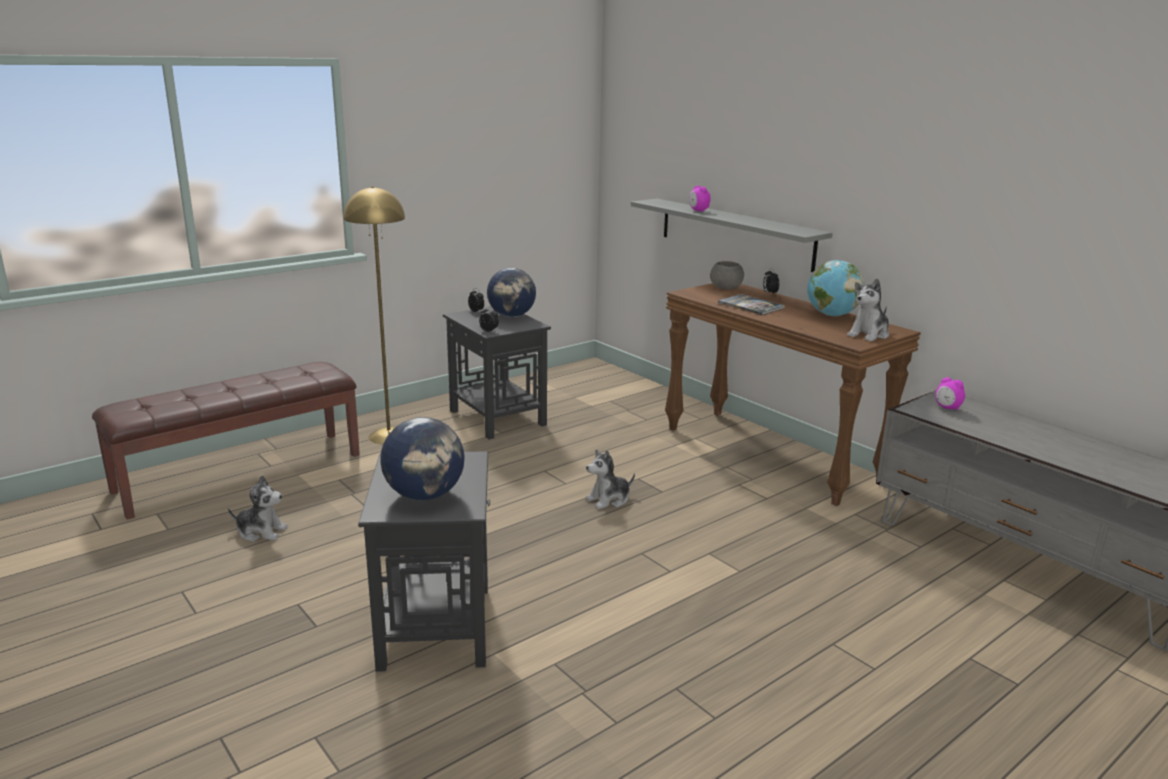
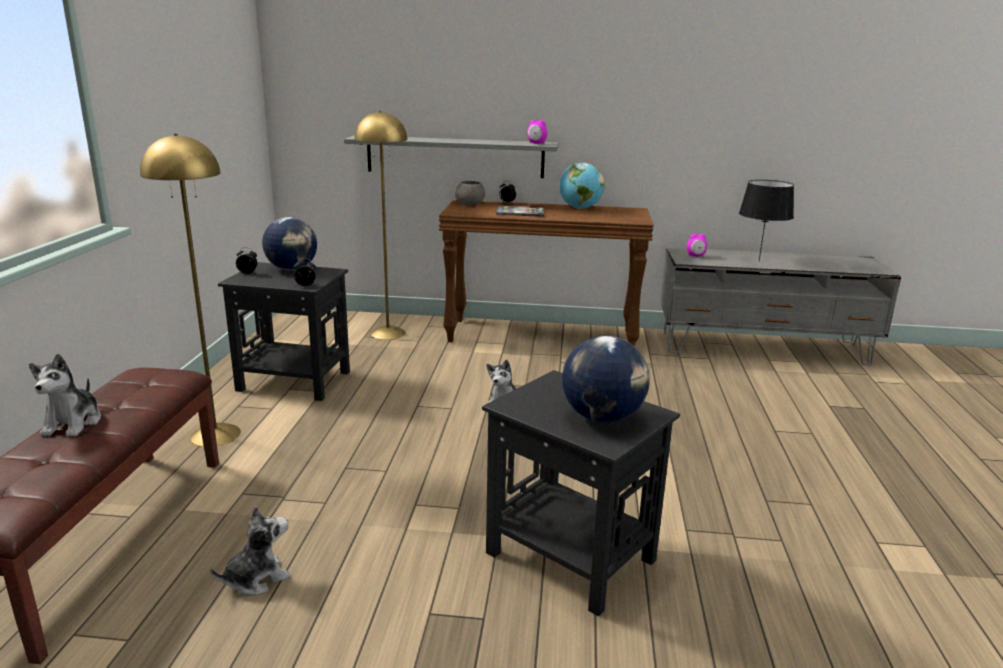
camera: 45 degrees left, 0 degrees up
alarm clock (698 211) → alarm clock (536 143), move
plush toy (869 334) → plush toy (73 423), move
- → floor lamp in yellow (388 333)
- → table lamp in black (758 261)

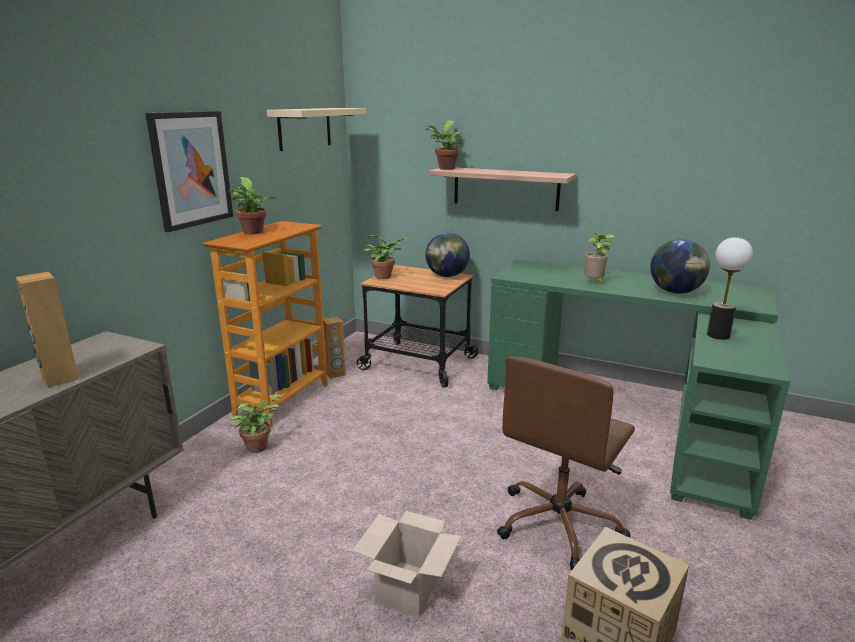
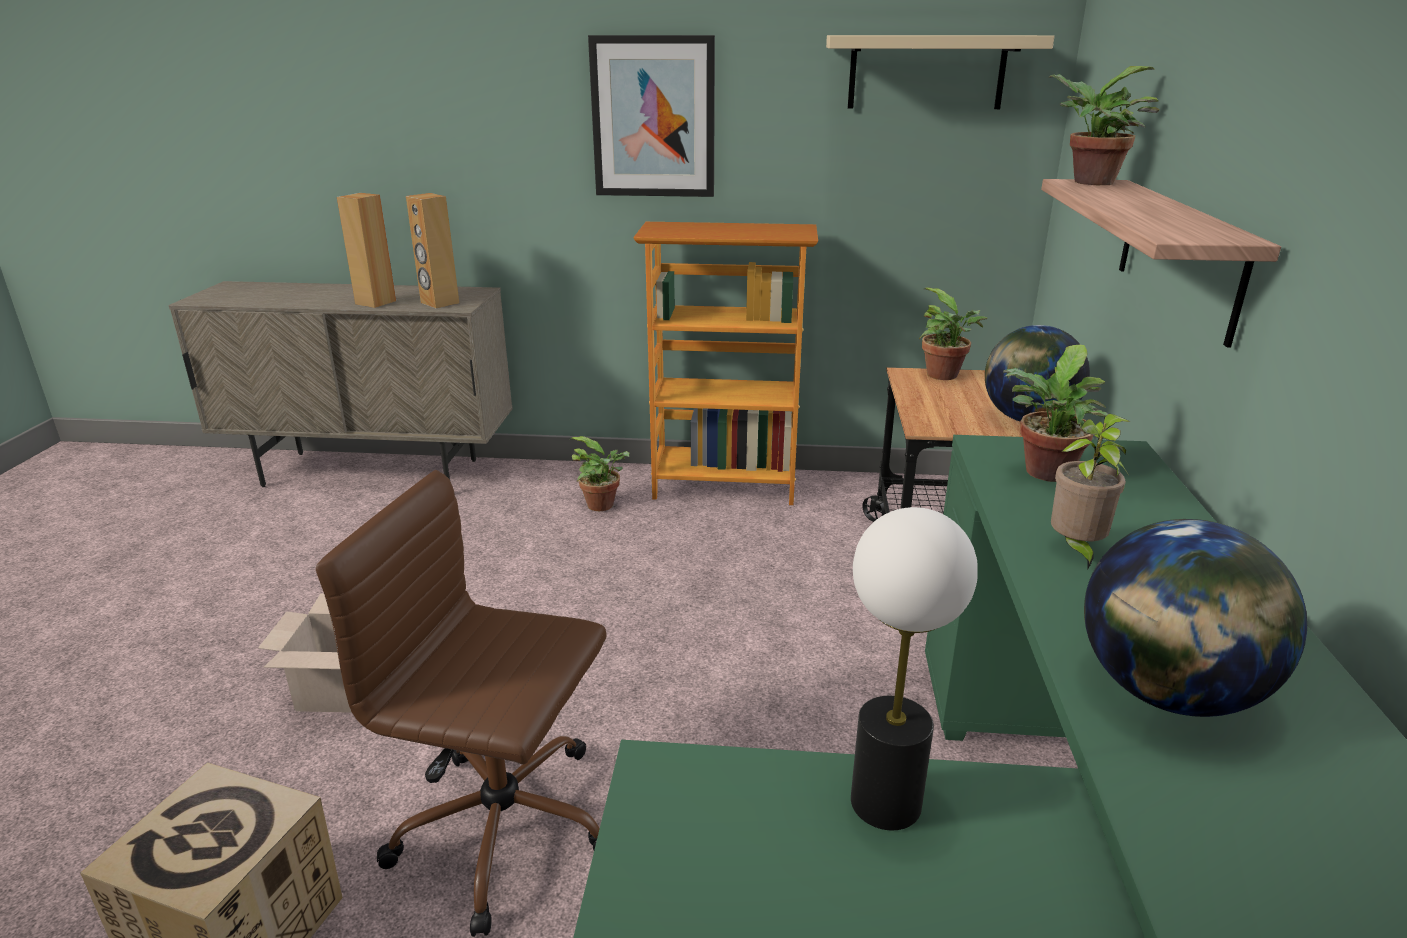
camera: 70 degrees right, 5 degrees up
potted plant (253 233) → potted plant (1045 474), move
speaker in brown (335 374) → speaker in brown (439 303), move

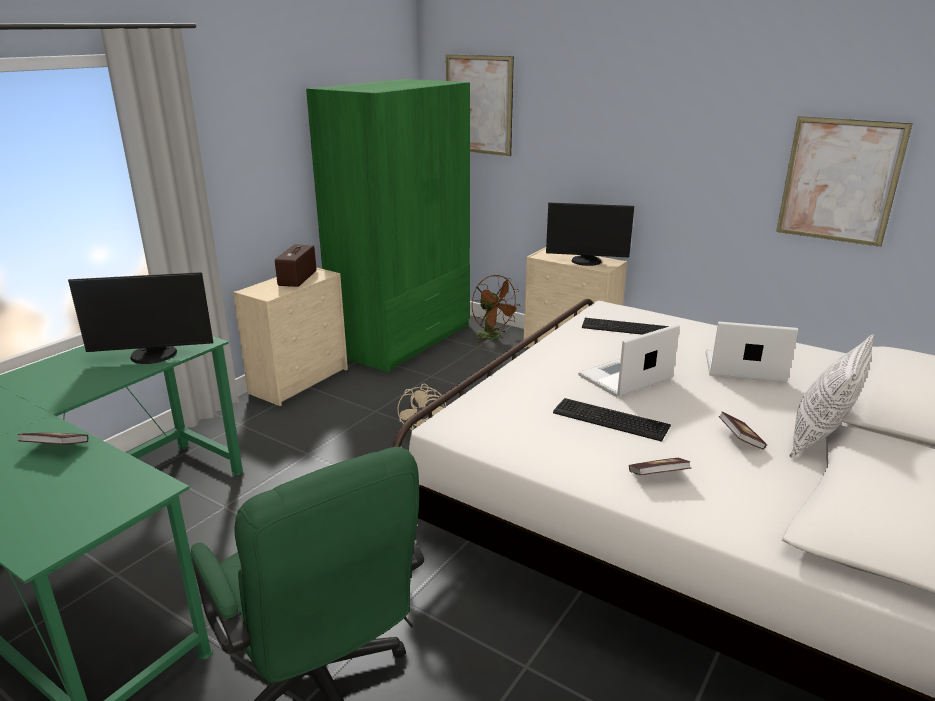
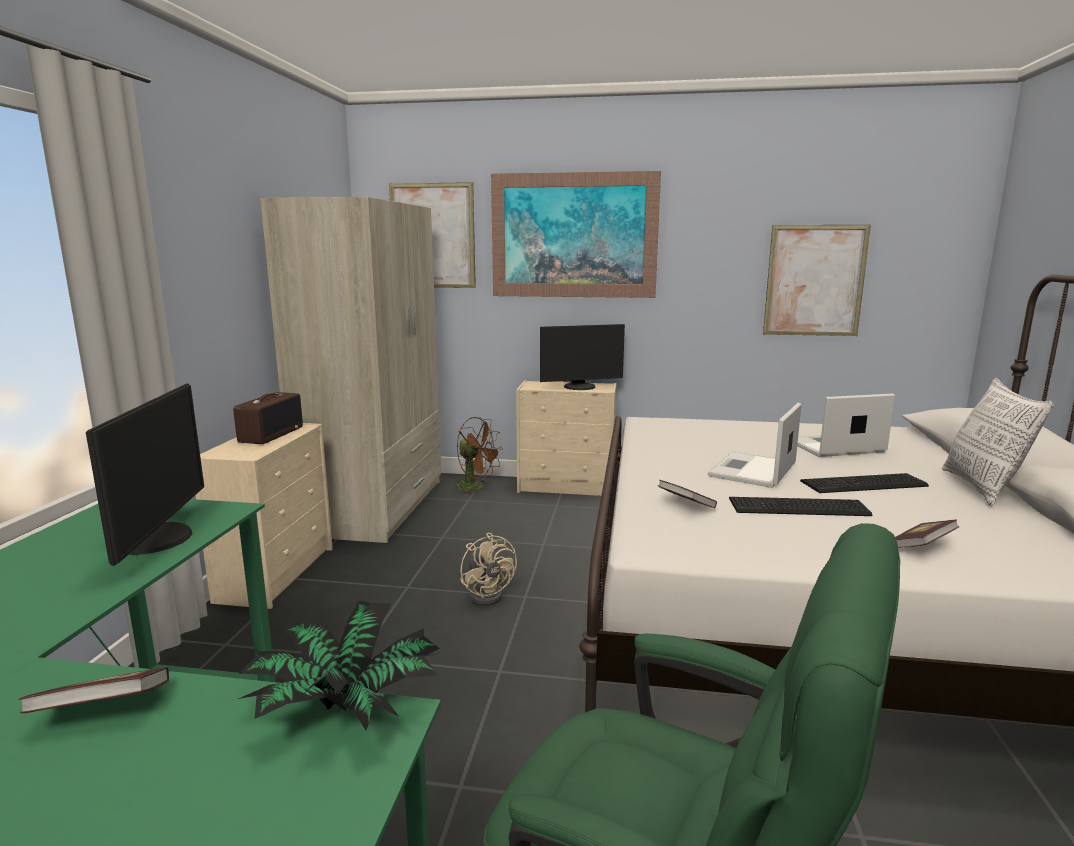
camera: 25 degrees left, 10 degrees down
wardrobe in green (404 339) → wardrobe in beige (376 506)
radio (298 278) → radio (271 434), 150 degrees counterclockwise
monitor (153 355) → monitor (157 539), 60 degrees counterclockwise
keyboard (627 328) → keyboard (866 484), move
book (740 439) → book (686 505), move
- → picture (573 236)
- → potted plant (346 706)

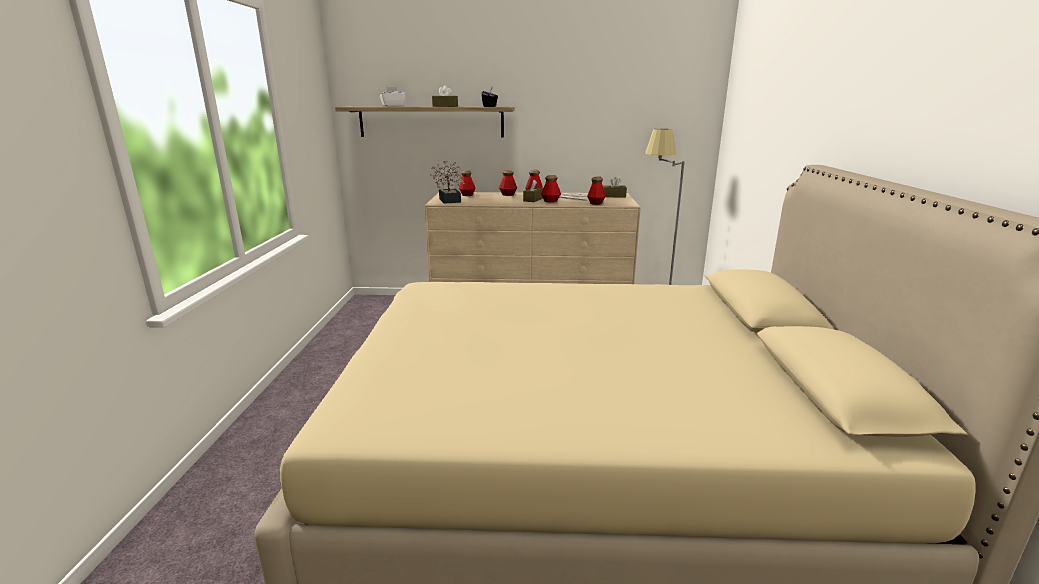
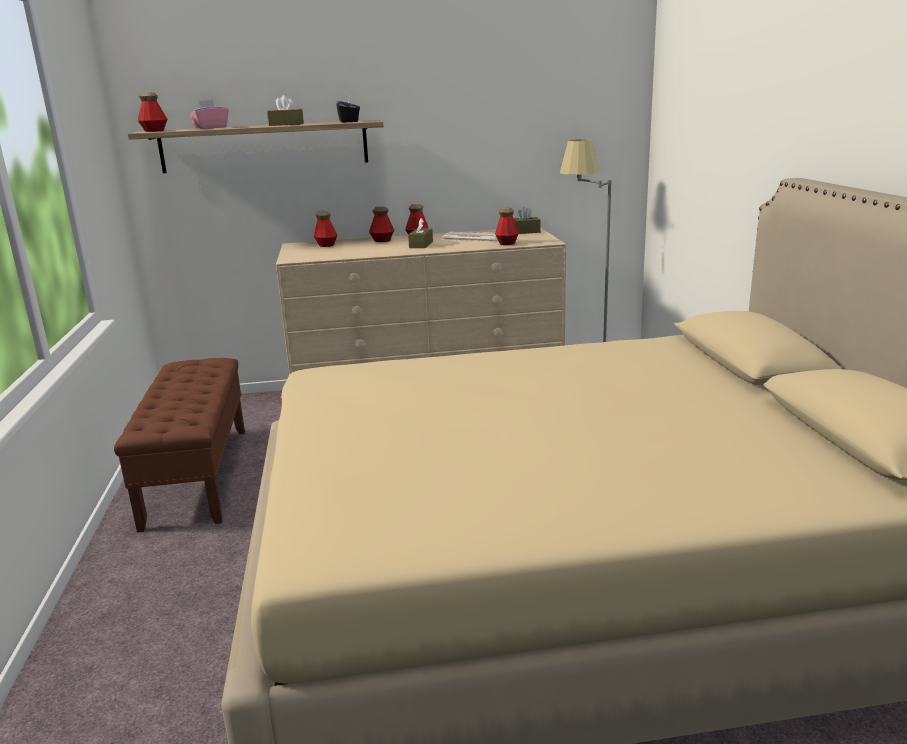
camera: 10 degrees left, 0 degrees up
tissue box in white (393 106) → tissue box in pink (210 128)
potted plant (449 200) → -
bottle (550 201) → bottle (154 131), move
- → bench in brown (197 475)

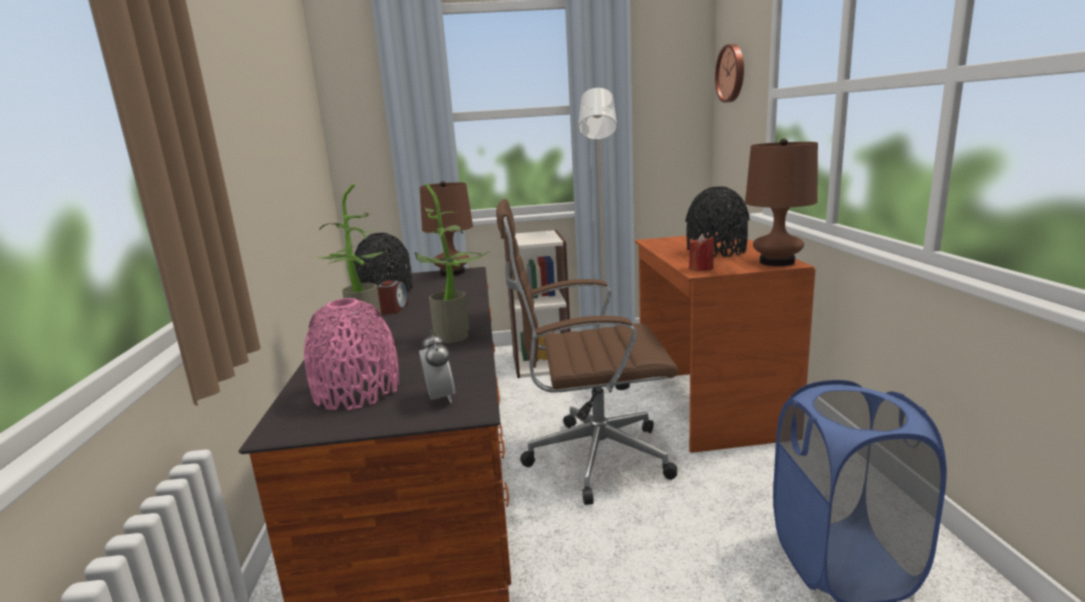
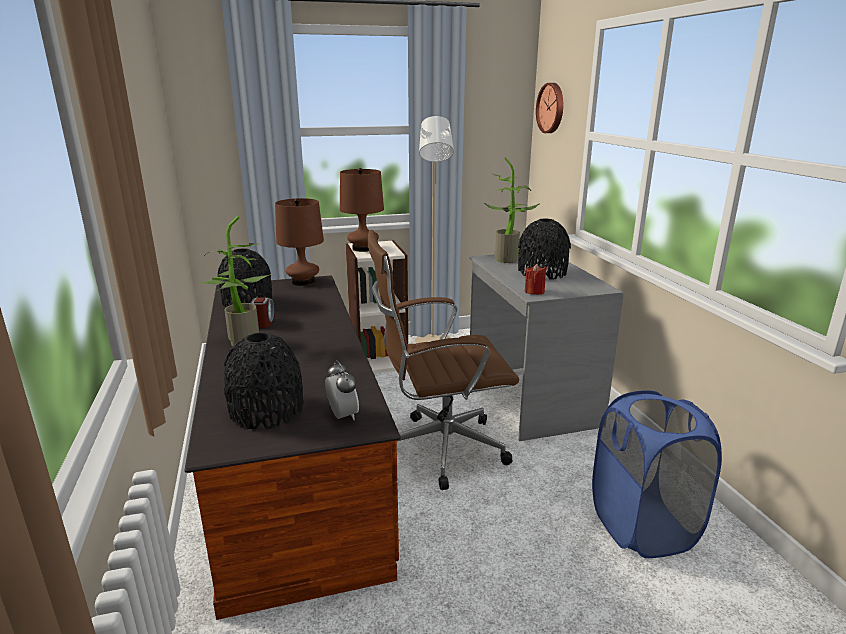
camera: 10 degrees left, 5 degrees up
table lamp in brown (777 262) → table lamp in brown (363 248), move
potted plant (457 336) → potted plant (509 259), move
desk in brown (709 405) → desk in grey (529 398)
vase in pink (357 391) → vase in black (266 410)

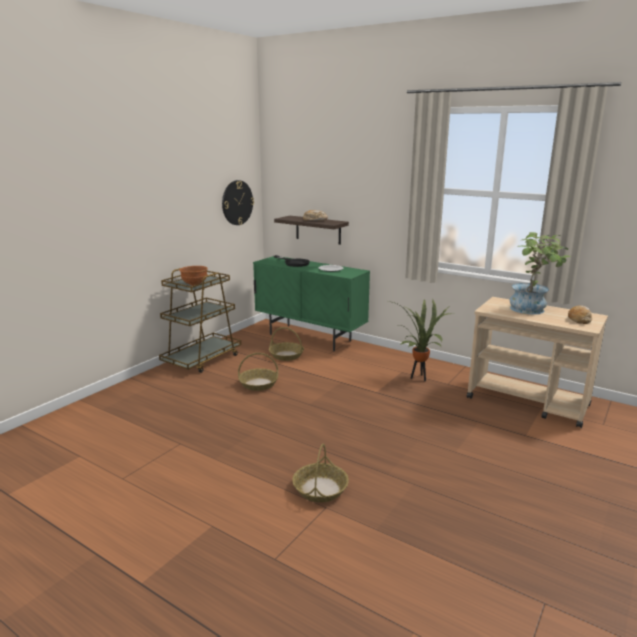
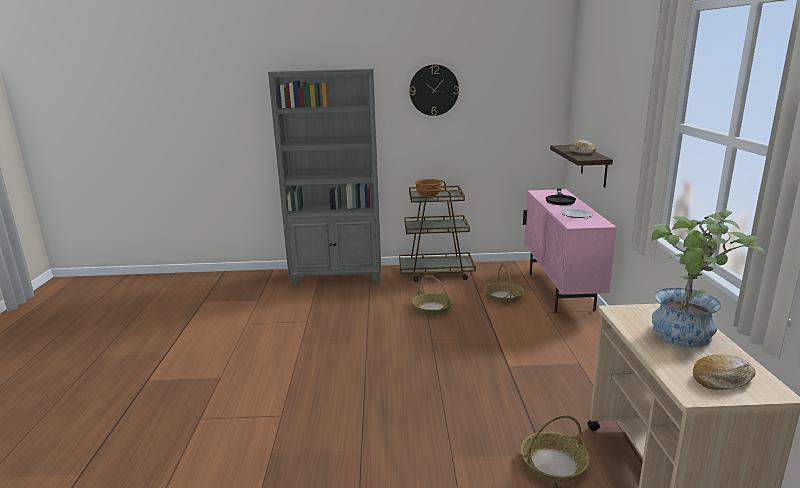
camera: 55 degrees right, 0 degrees up
wall clock (237 202) → wall clock (434 90), move
cabinet in green (310 338) → cabinet in pink (560 291)
potted plant (418 378) → -
basket (320 488) → basket (553 464), move
- → bookcase in grey (338 277)

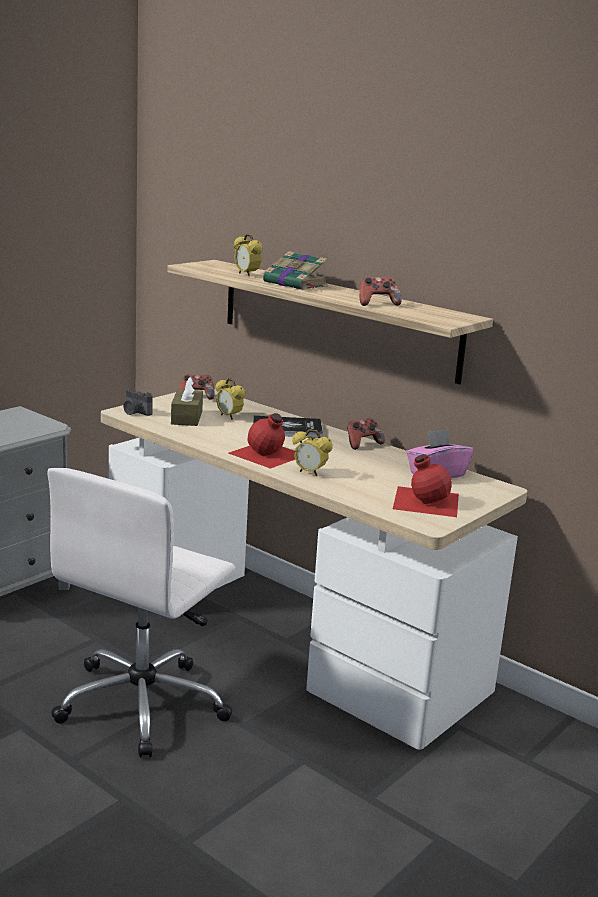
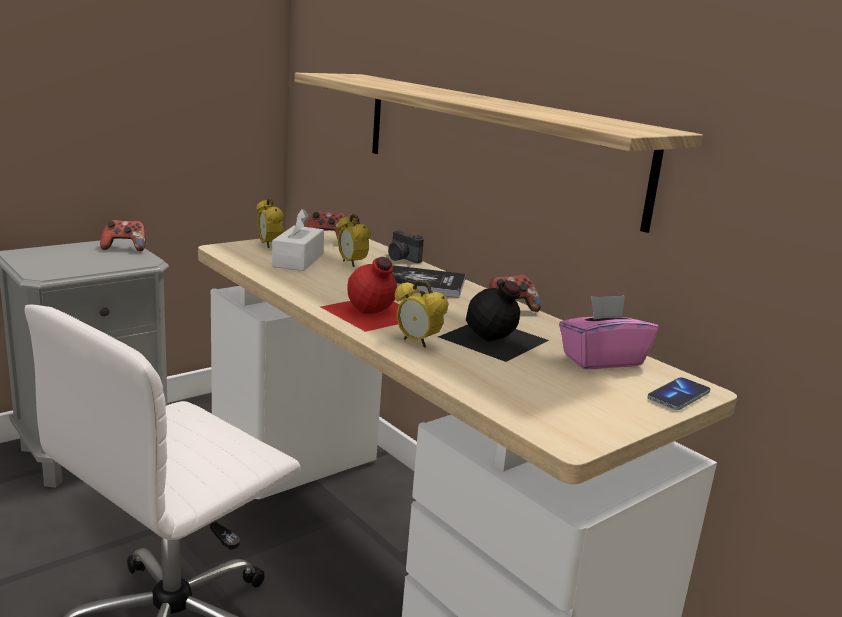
camera: 10 degrees right, 0 degrees up
alarm clock (246 274) → alarm clock (269 245), move
book (296 284) → -
game controller (377 304) → game controller (125 248), move
tissue box in brown (187 417) → tissue box in white (298 260)
photo camera (135 412) → photo camera (402 258), move
bottle in red (425 500) → -
- → bottle in black (494 339)
- → phone (678 396)

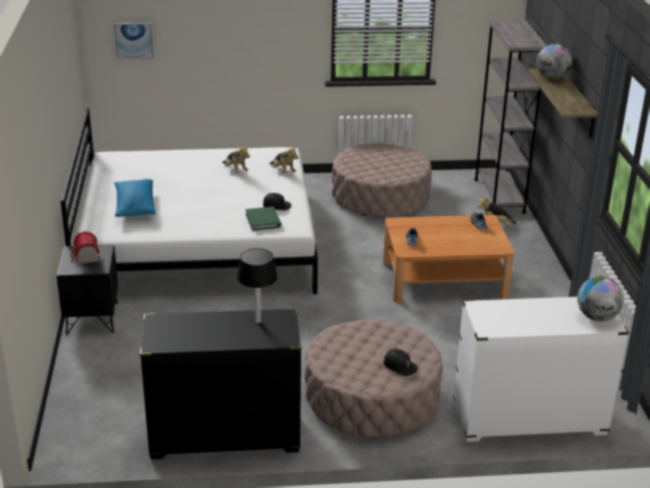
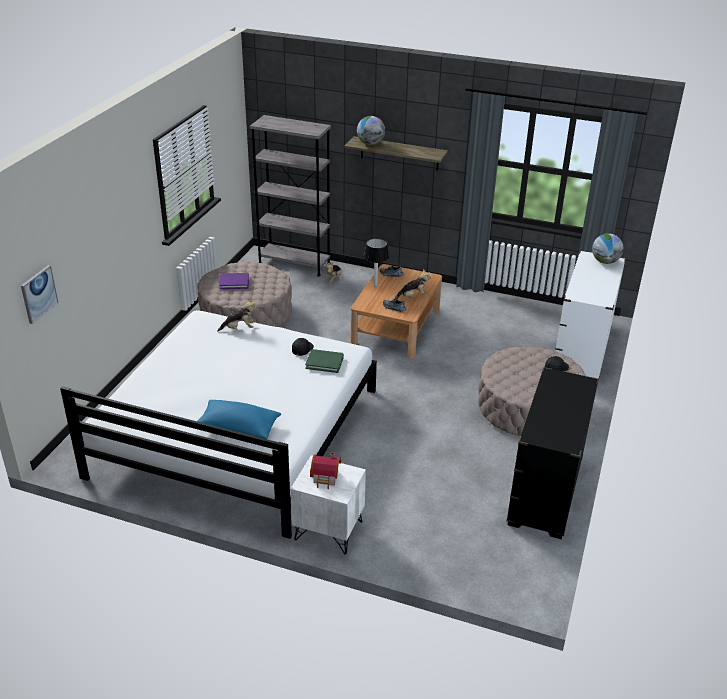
camera: 65 degrees left, 5 degrees up
plush toy (235 170) → plush toy (413 297), move
nightstand in black (92 318) → nightstand in white (328 531)
table lamp (258 321) → table lamp (375 285), move
- → book in purple (234 282)

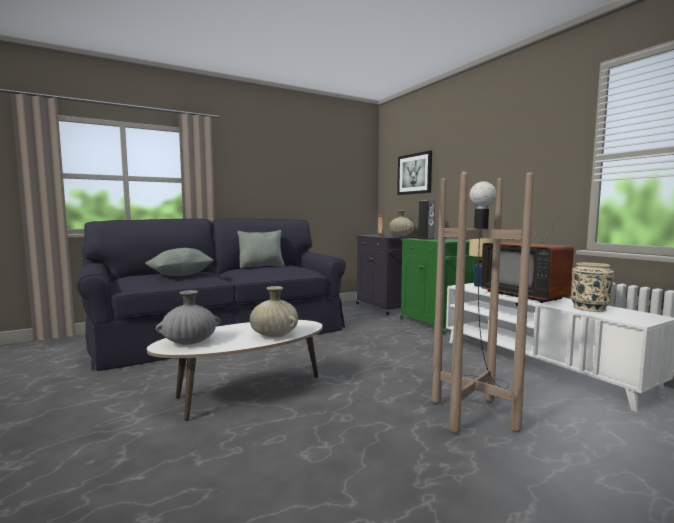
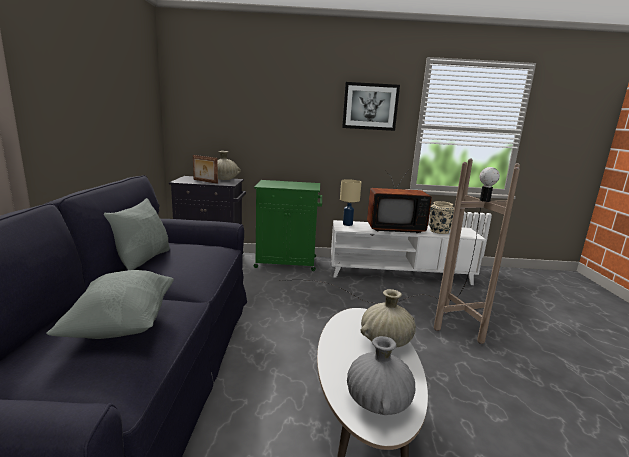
camera: 60 degrees left, 10 degrees up
picture (414 174) → picture (370 106), move
speaker (425 239) → -

